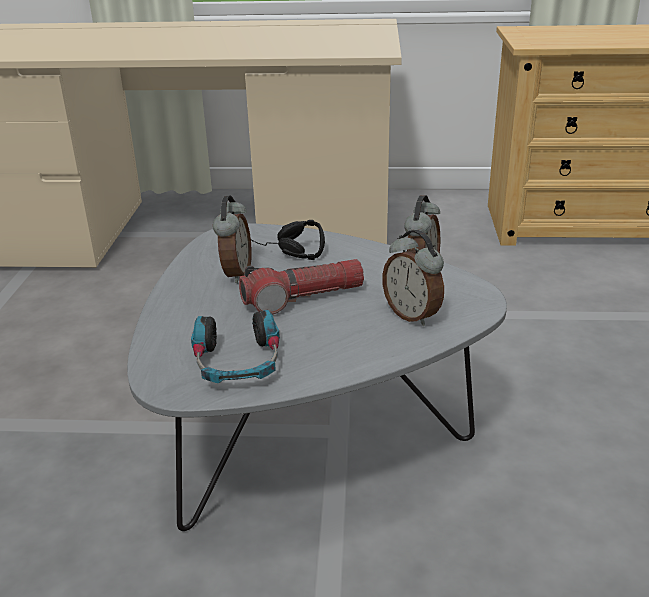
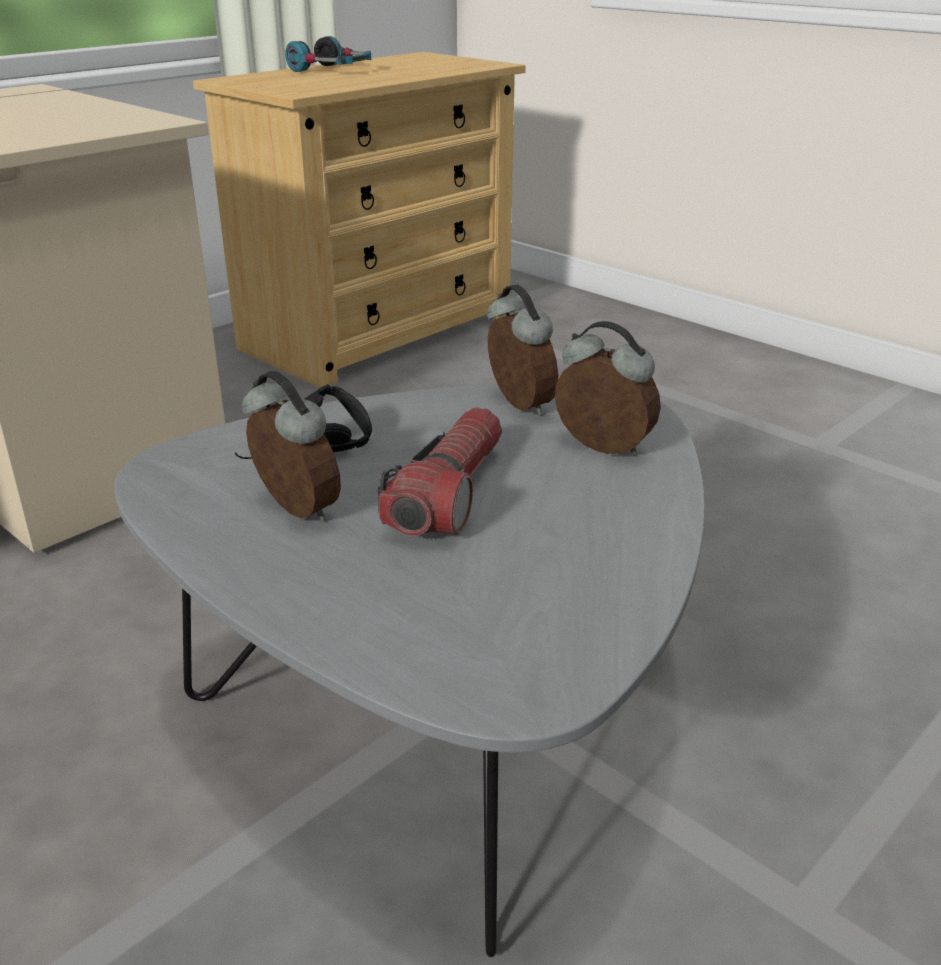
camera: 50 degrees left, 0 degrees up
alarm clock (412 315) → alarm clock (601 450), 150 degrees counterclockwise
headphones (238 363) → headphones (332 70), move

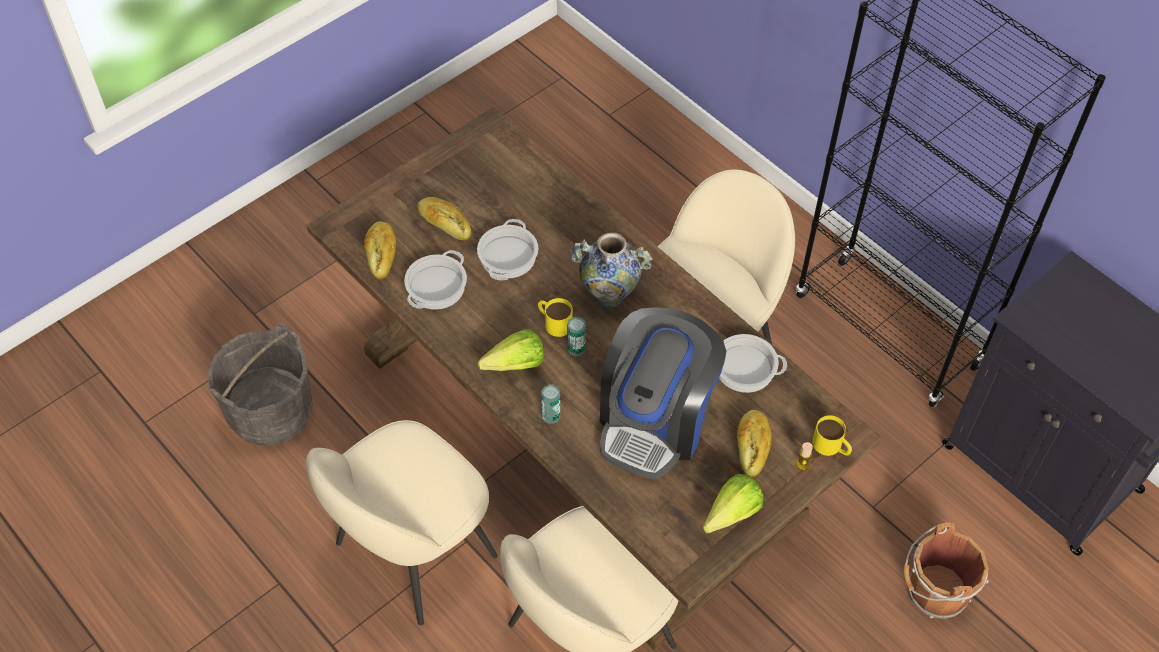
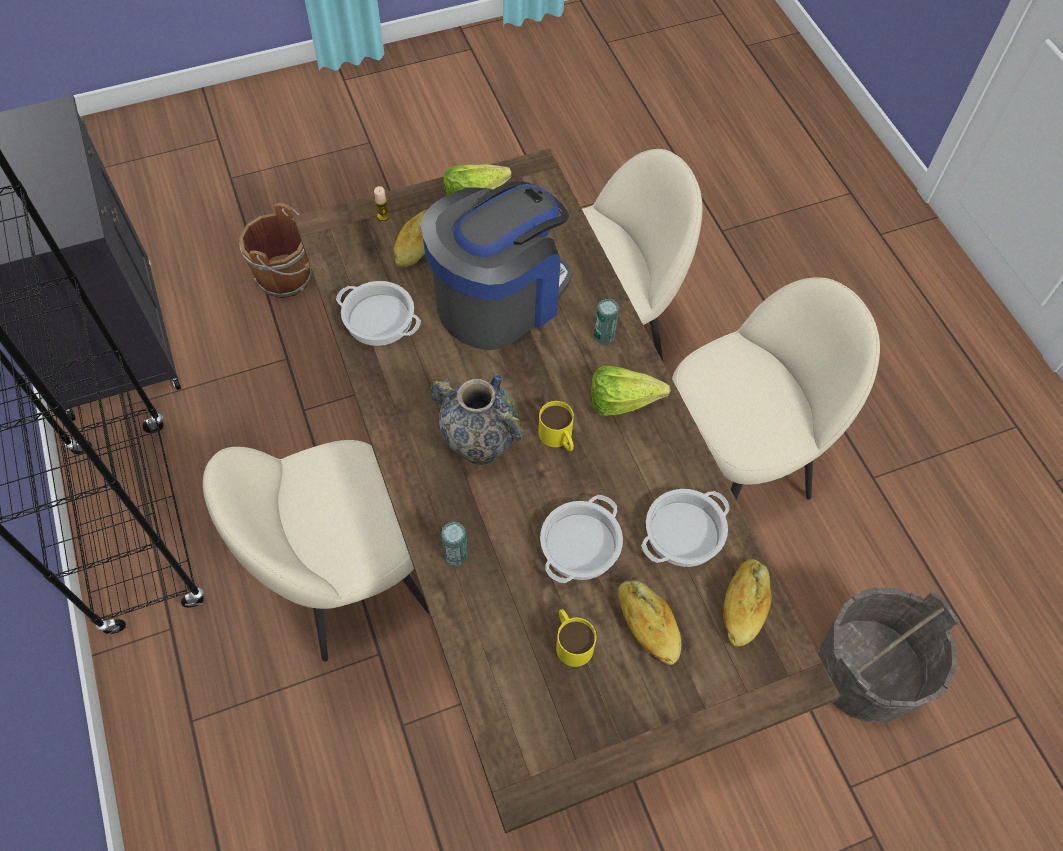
camera: 160 degrees left, 5 degrees up
can (576 348) → can (456 555), move
mug in yellow (831 446) → mug in yellow (571 640), move

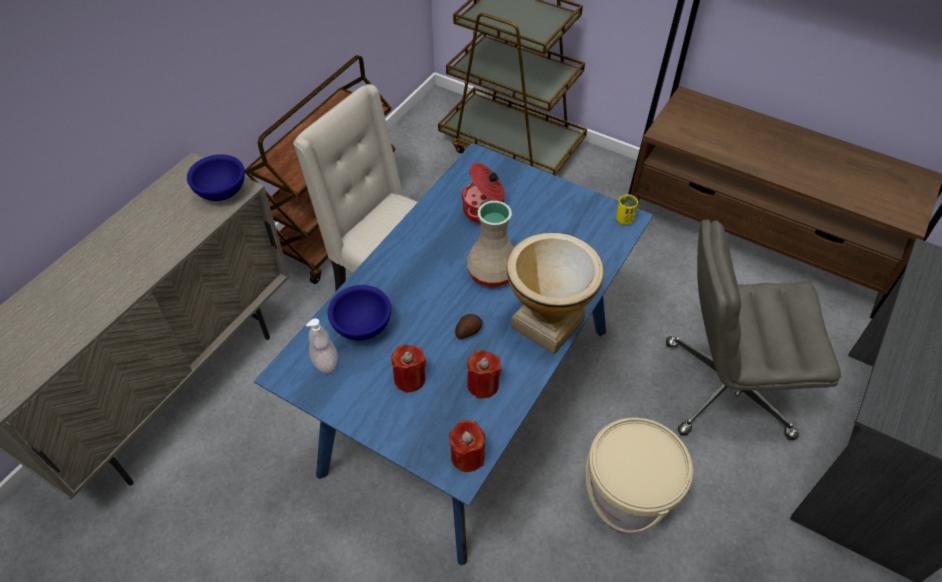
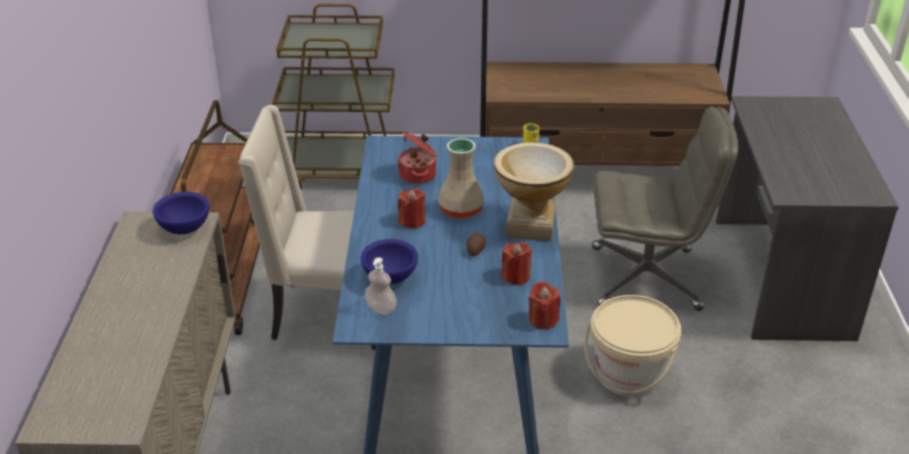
camera: 30 degrees left, 15 degrees down
office chair in grey (725 389) → office chair in grey (647 278), 150 degrees counterclockwise
candle in red (410 378) → candle in red (412 221), move

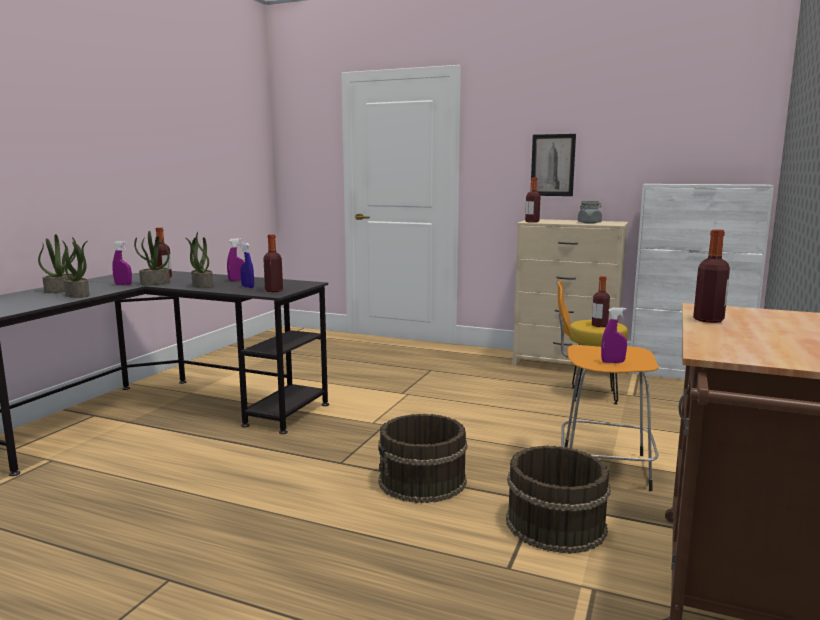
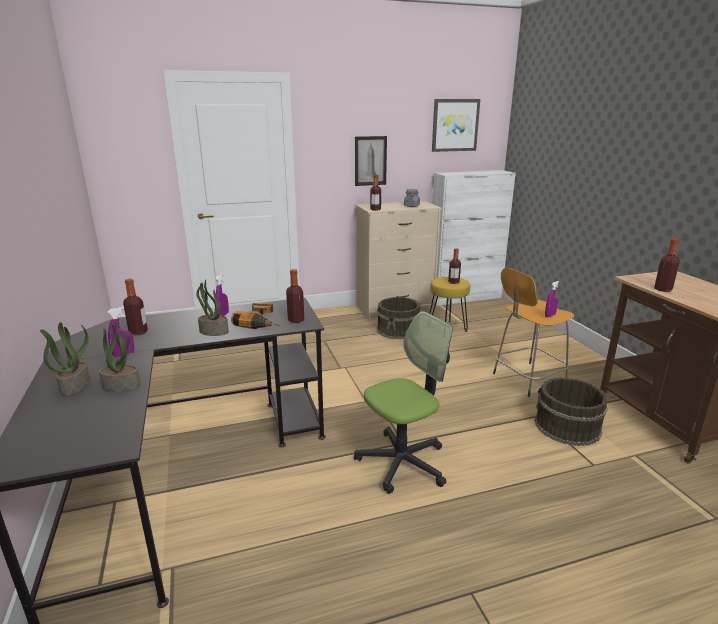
camera: 40 degrees left, 10 degrees up
potted plant (155 283) → -
spray bottle in blue (247 287) → power drill (260 322)
bucket in brown (422 481) → bucket in brown (398 330), move
- → picture (455 125)
- → office chair (402 462)

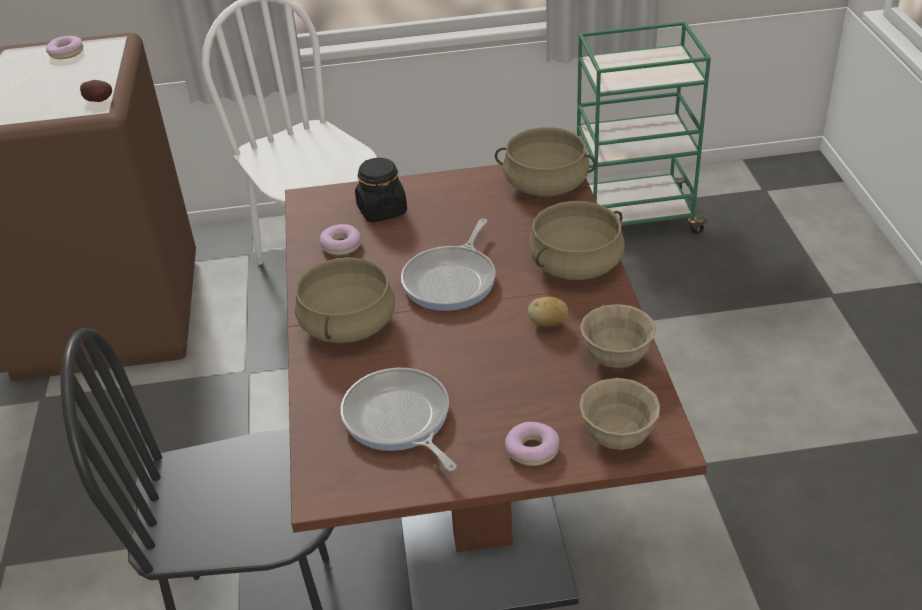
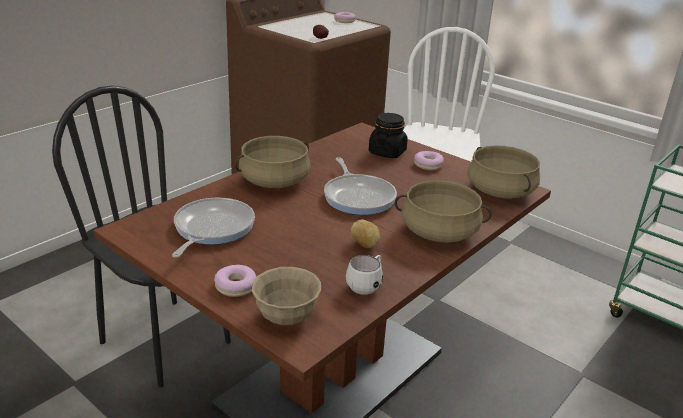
camera: 45 degrees right, 10 degrees down
frying pan (452 280) → frying pan (358 197), 90 degrees counterclockwise
donut (341 245) → donut (428 165), move
bowl in beige (616 358) → mug in white (366 285)

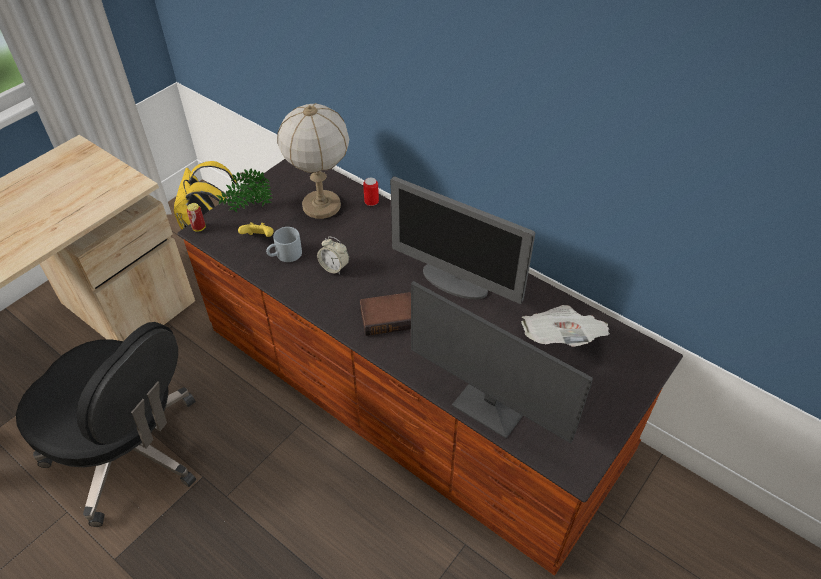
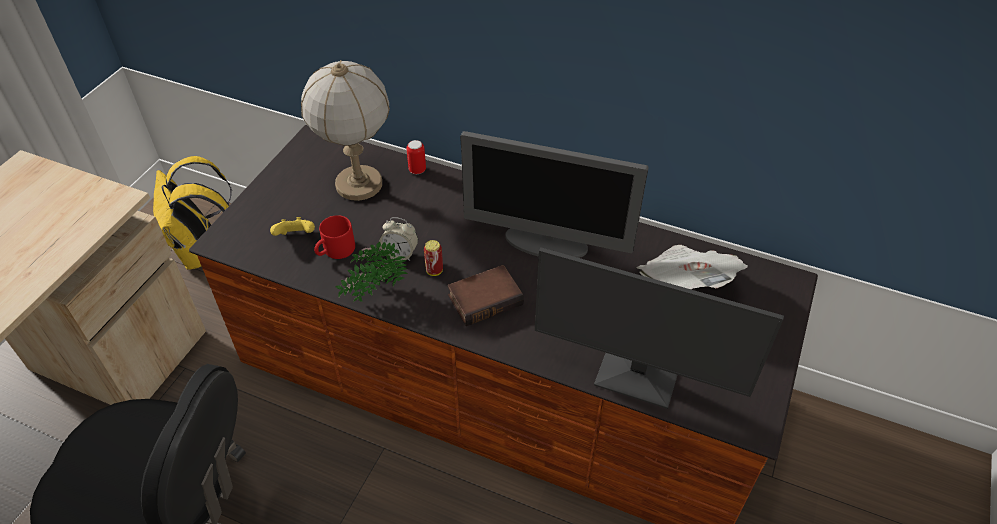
camera: 15 degrees left, 0 degrees up
potted plant (248 207) → potted plant (373 291), move
can (199 228) → can (434 271), move
mug in grey (285 255) → mug in red (335 251)

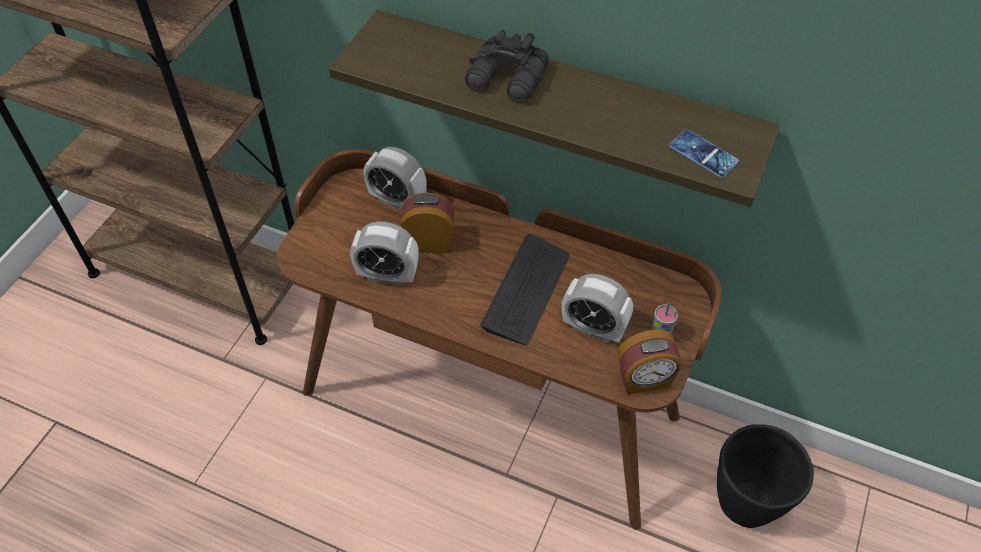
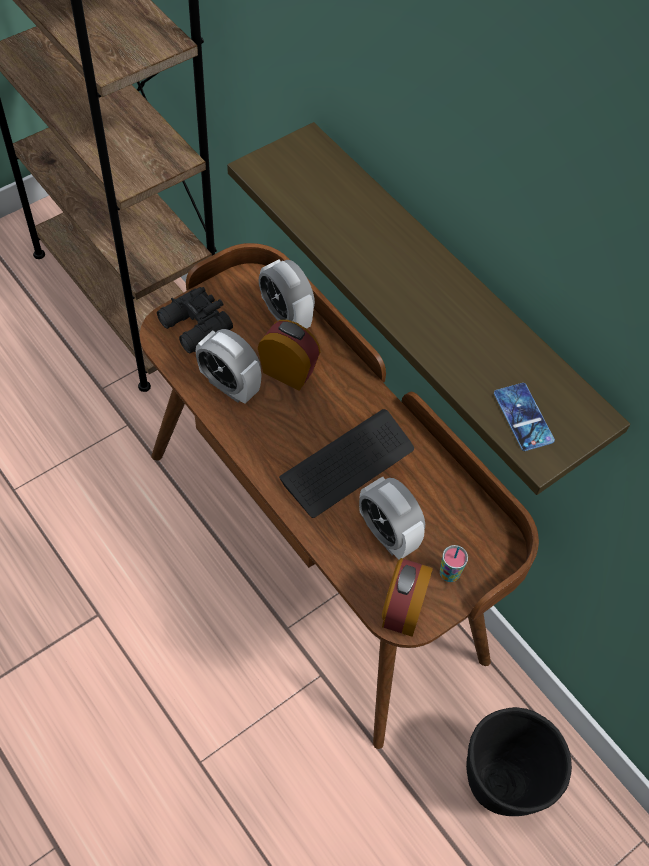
camera: 25 degrees right, 5 degrees up
binoculars in black (507 80) → binoculars in black (194 328), move
alarm clock (644 380) → alarm clock (402 610), 90 degrees clockwise

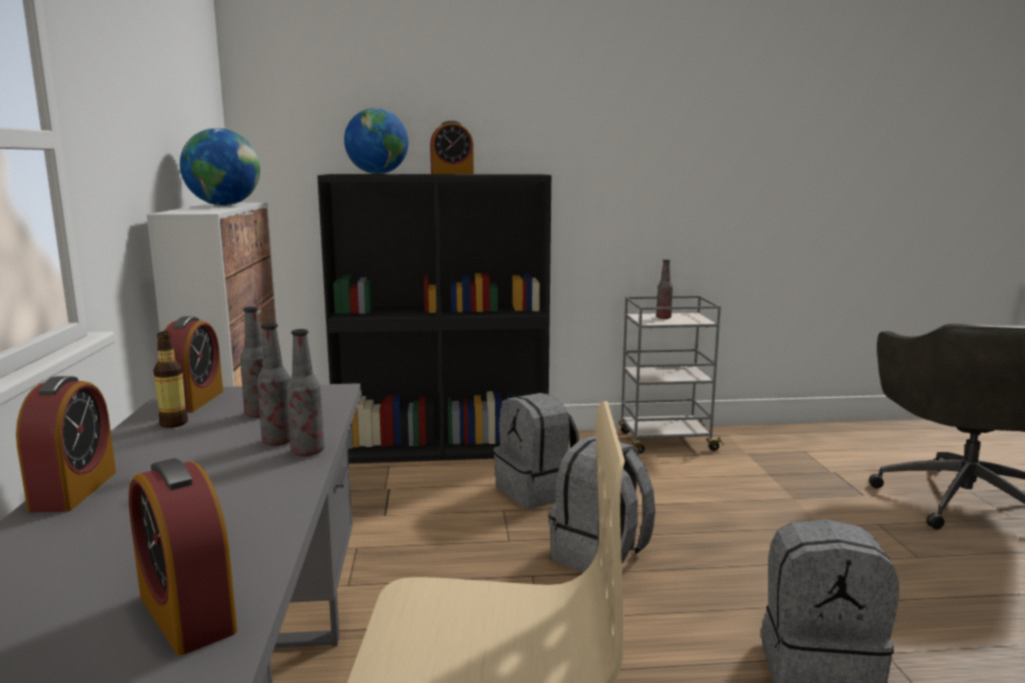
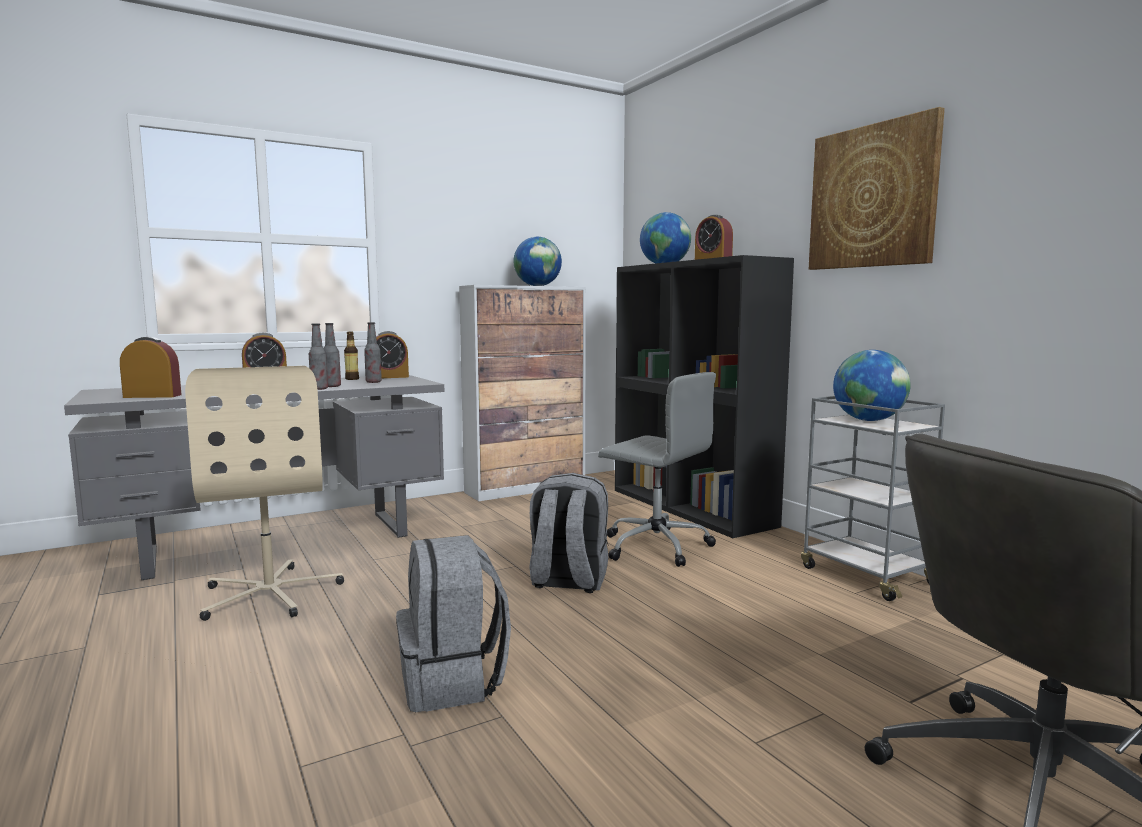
camera: 65 degrees right, 5 degrees down
bottle (663 318) → globe (868 420)
backpack in grey (537 492) → office chair in grey (654 546)
alarm clock (187 613) → alarm clock (152 396), 60 degrees clockwise
- → picture (872 197)

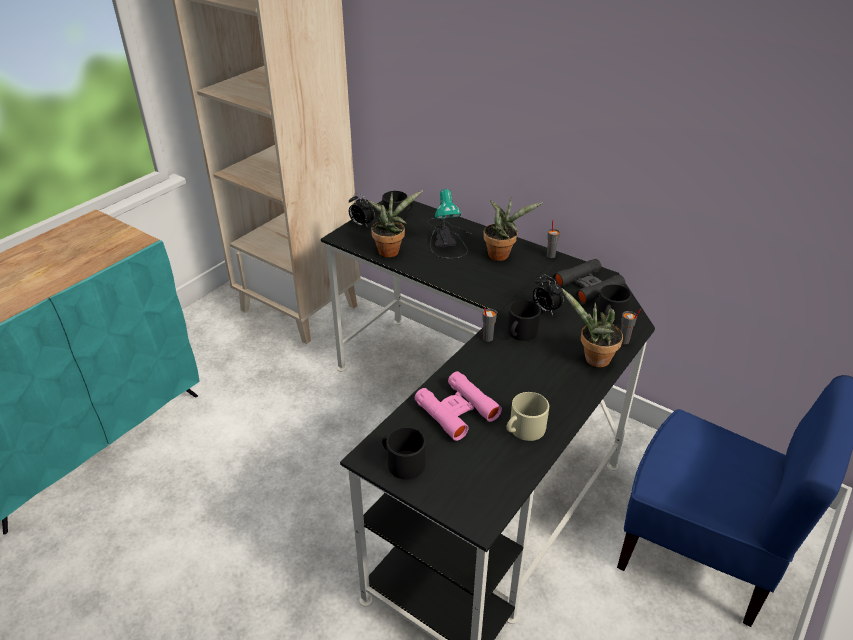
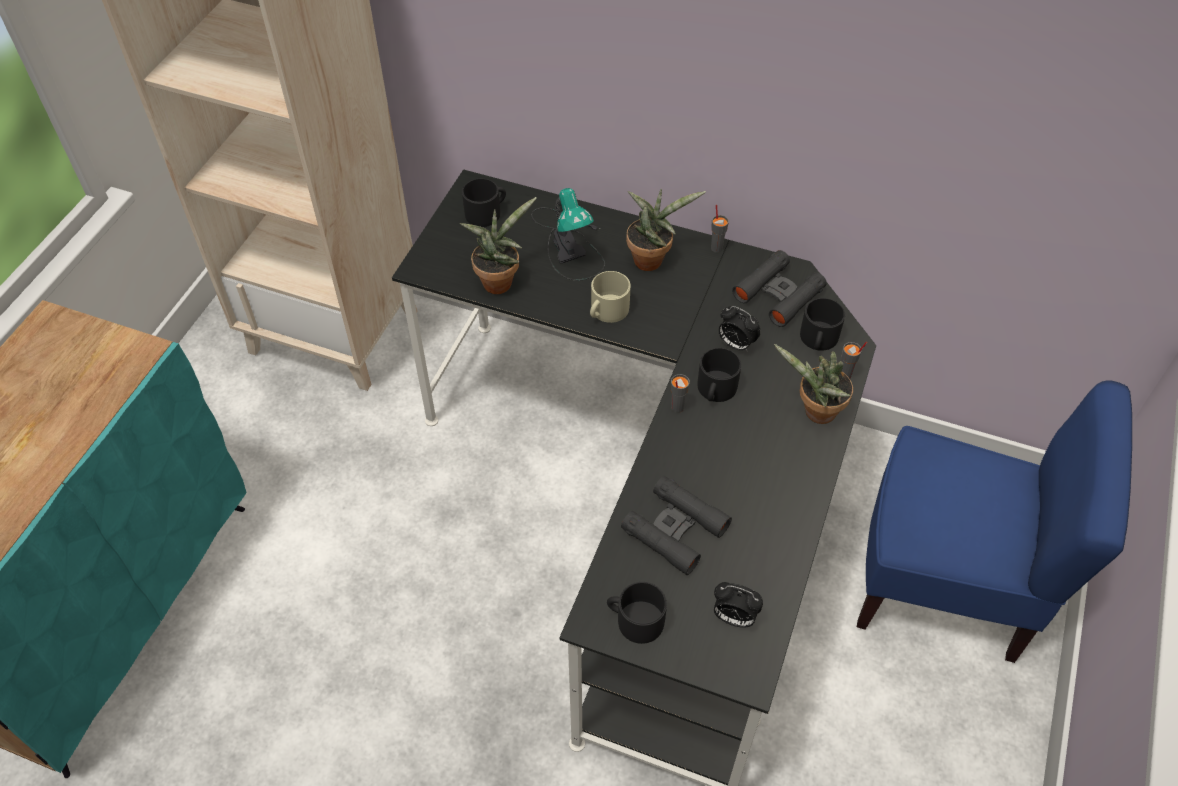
camera: 15 degrees left, 15 degrees up
alarm clock (361 224) → alarm clock (733 617), move
binoculars in pink (457 411) → binoculars in black (675 529)
mug in beige (523 429) → mug in beige (606 311), move

